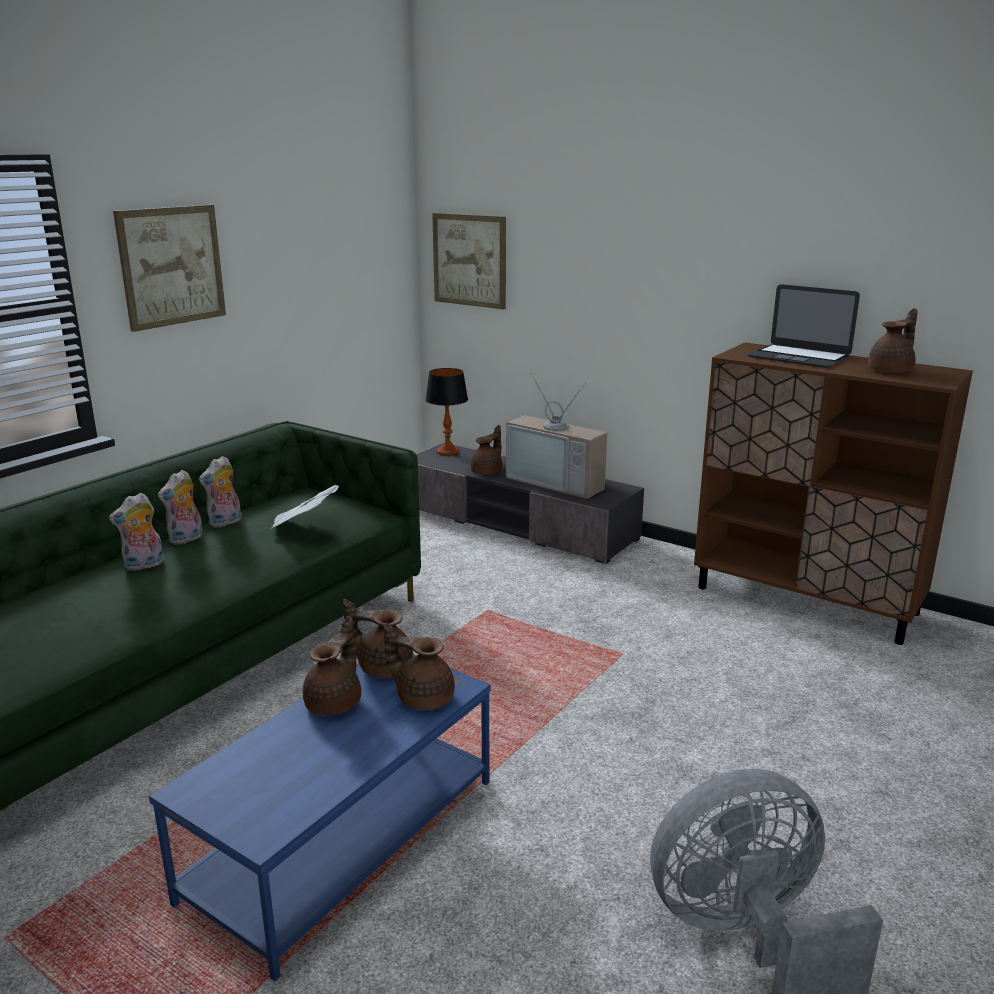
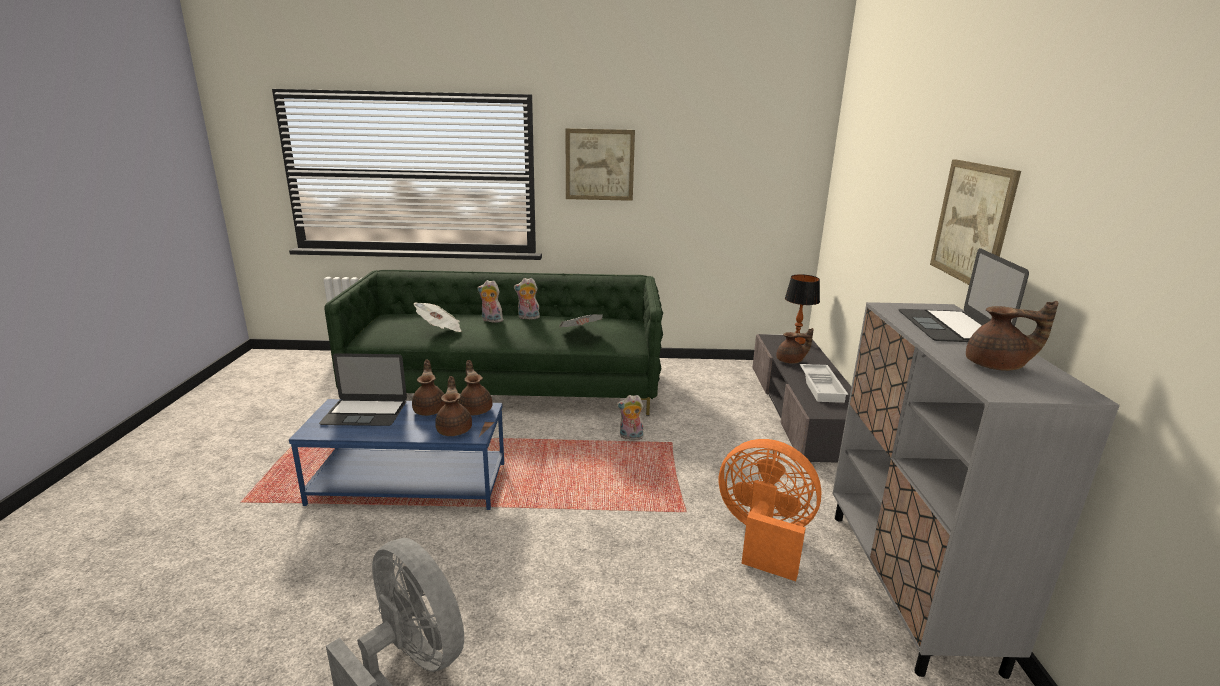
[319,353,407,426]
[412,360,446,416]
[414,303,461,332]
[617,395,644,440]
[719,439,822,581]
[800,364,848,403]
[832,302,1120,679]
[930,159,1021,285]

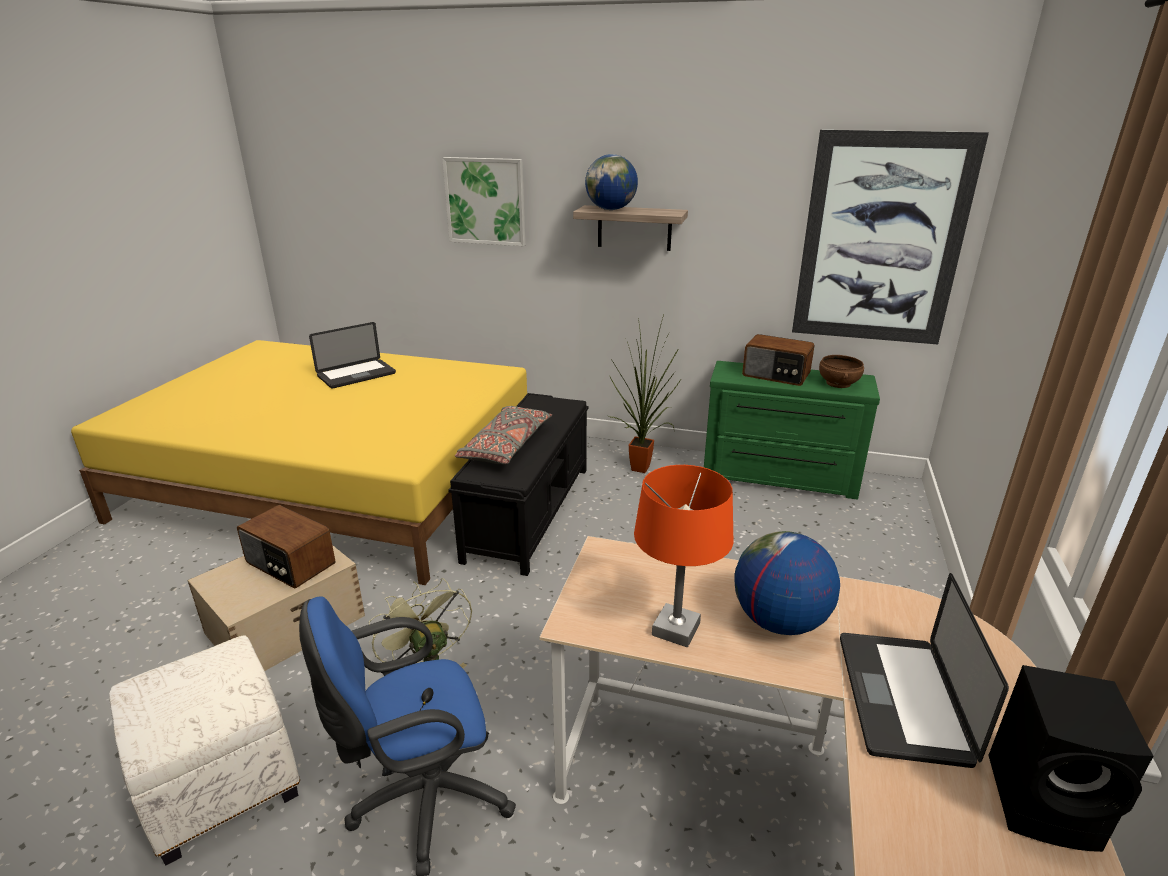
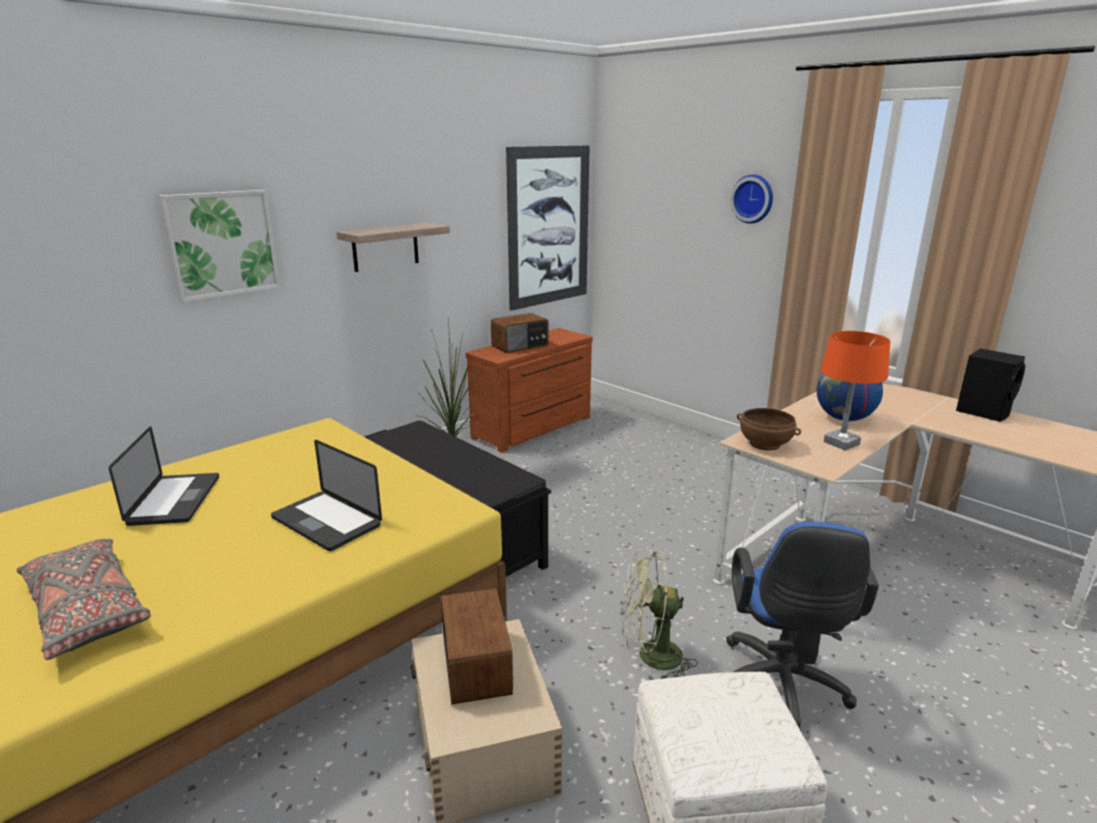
[16,539,151,660]
[271,440,382,551]
[441,589,513,705]
[466,328,593,453]
[730,174,773,224]
[737,408,801,451]
[585,154,638,210] (first image)

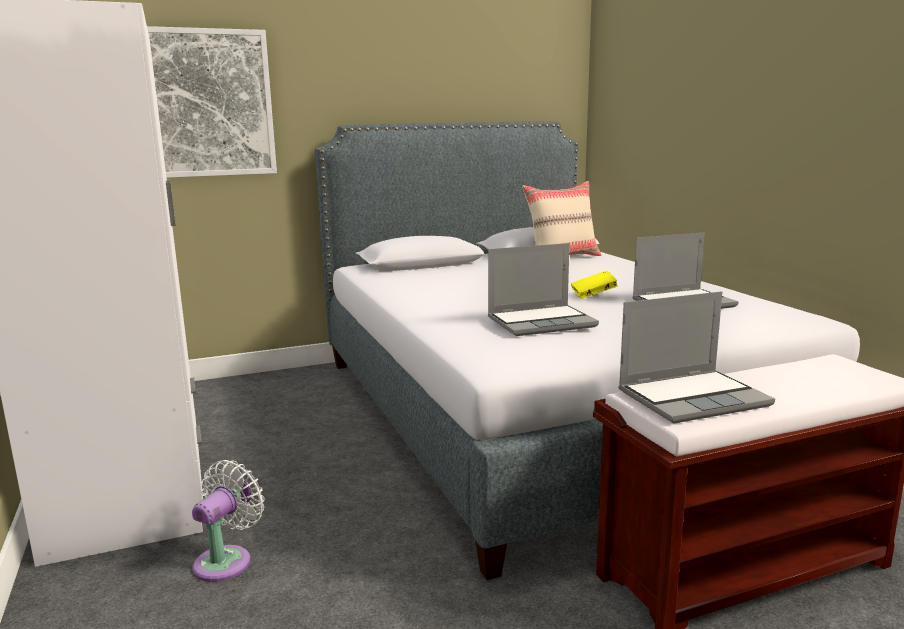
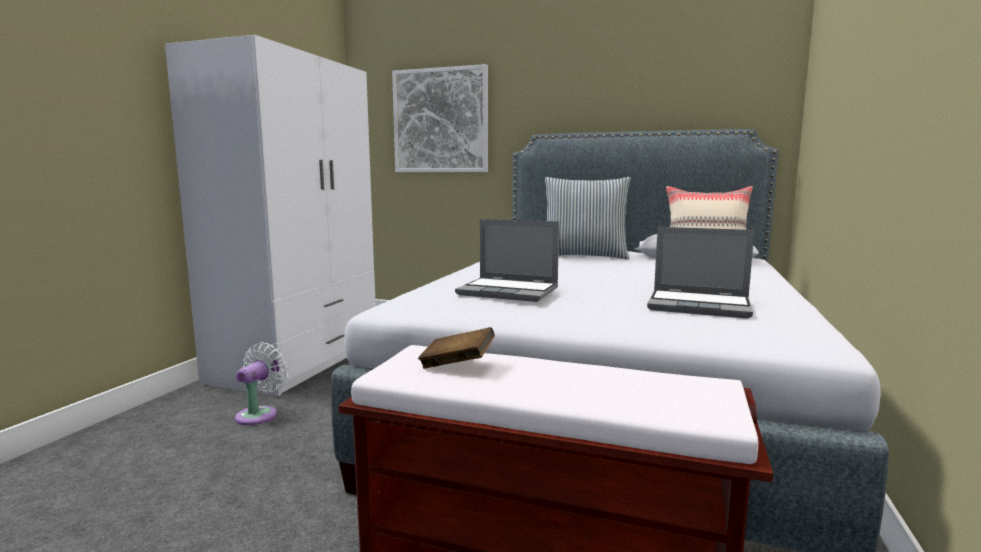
[235,342,288,425]
[418,327,495,369]
[545,177,631,260]
[571,271,618,299] (first image)

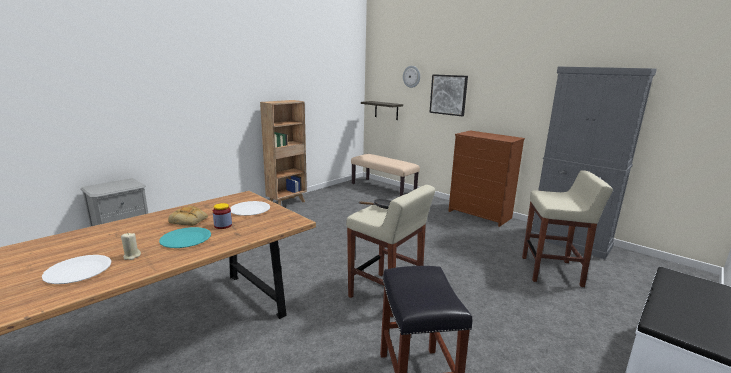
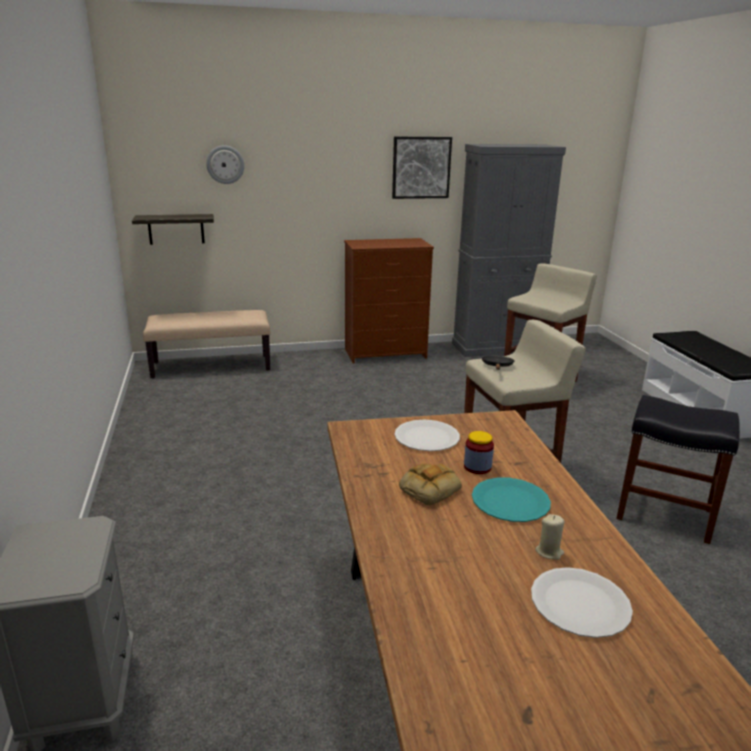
[392,137,452,199]
[260,100,307,206] (first image)

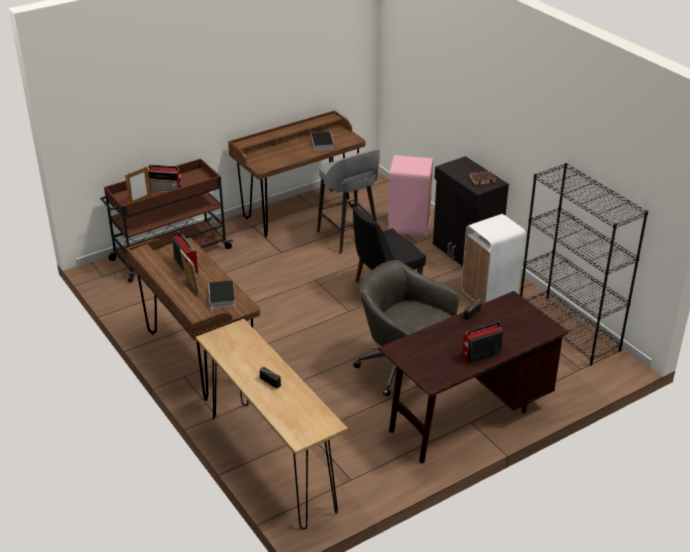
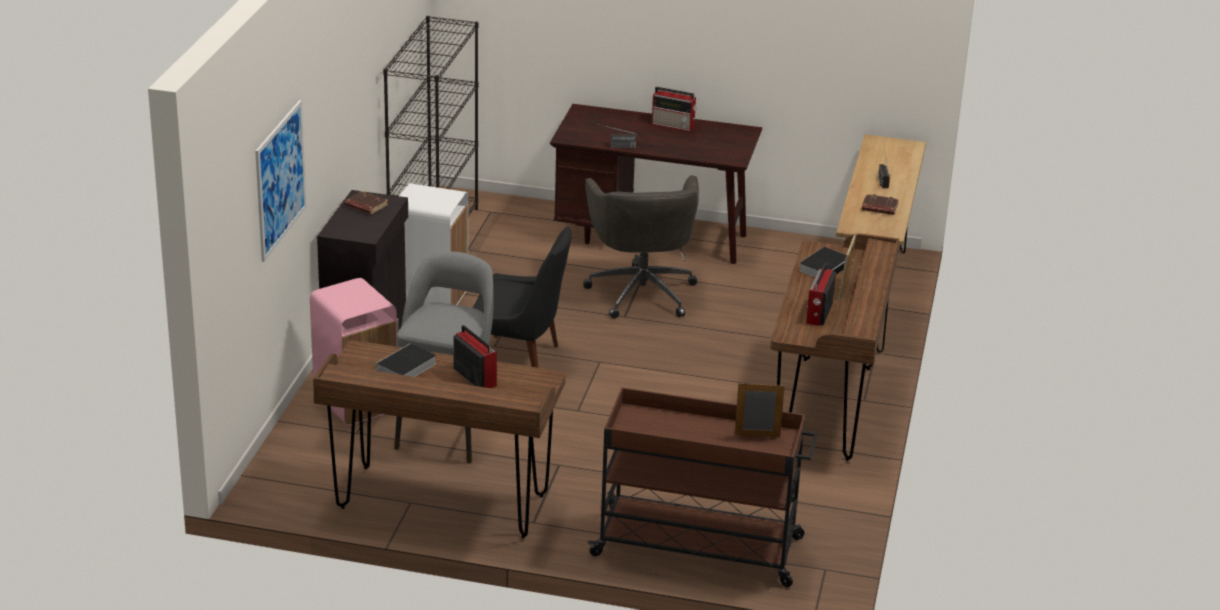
[255,100,307,262]
[453,325,497,388]
[862,194,899,215]

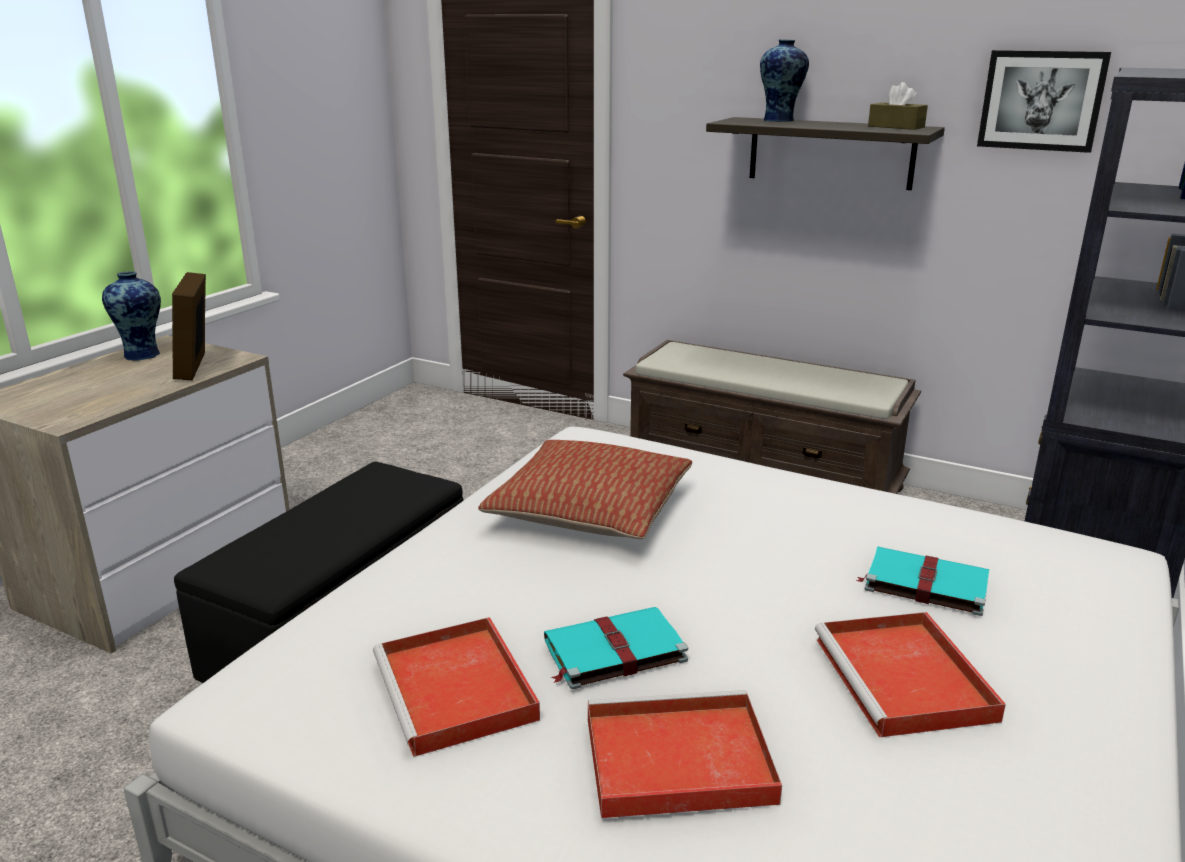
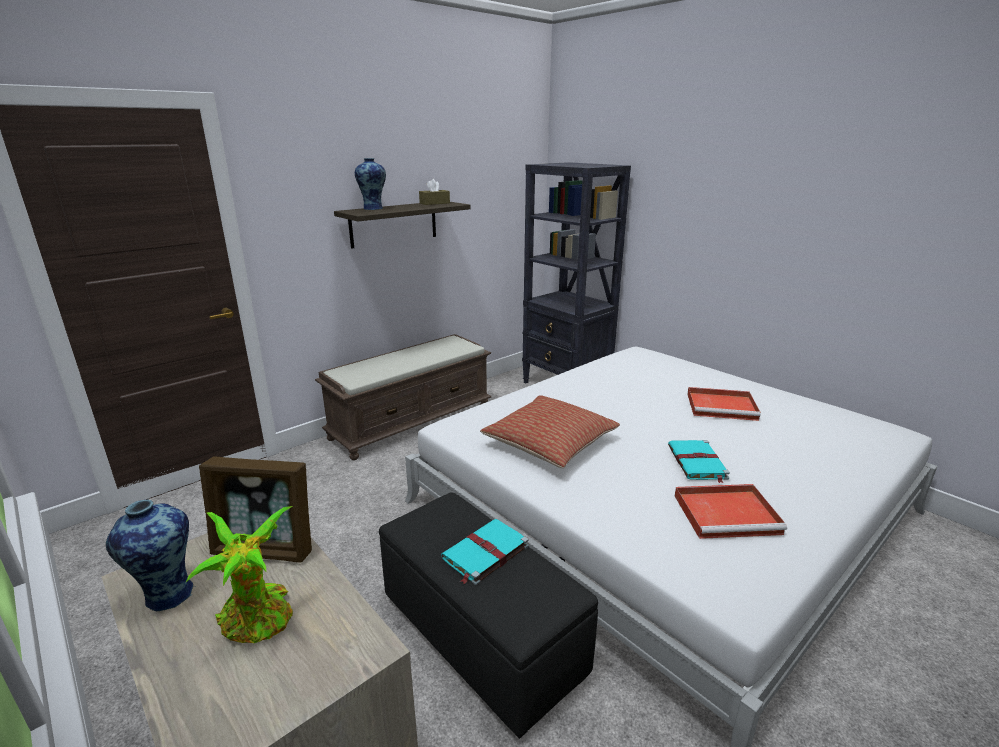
[186,506,293,643]
[441,519,529,585]
[588,690,782,818] (first image)
[977,50,1111,153] (first image)

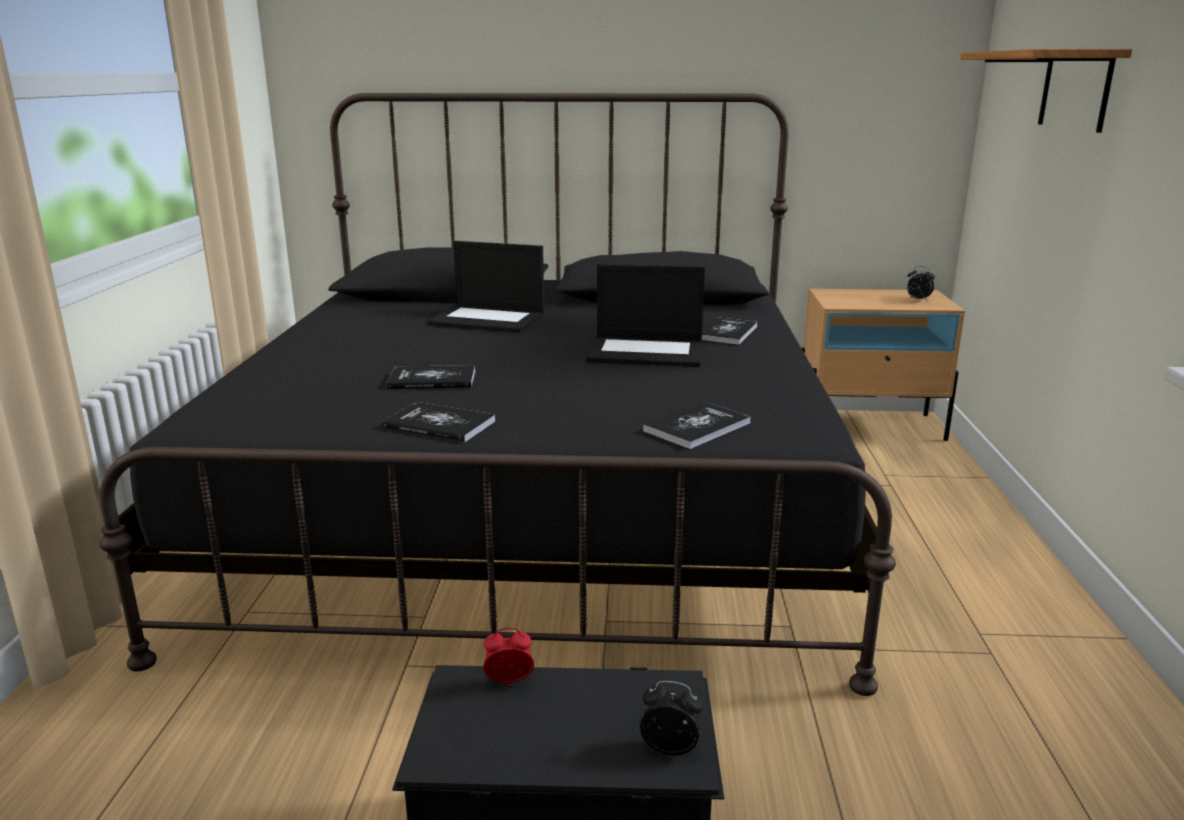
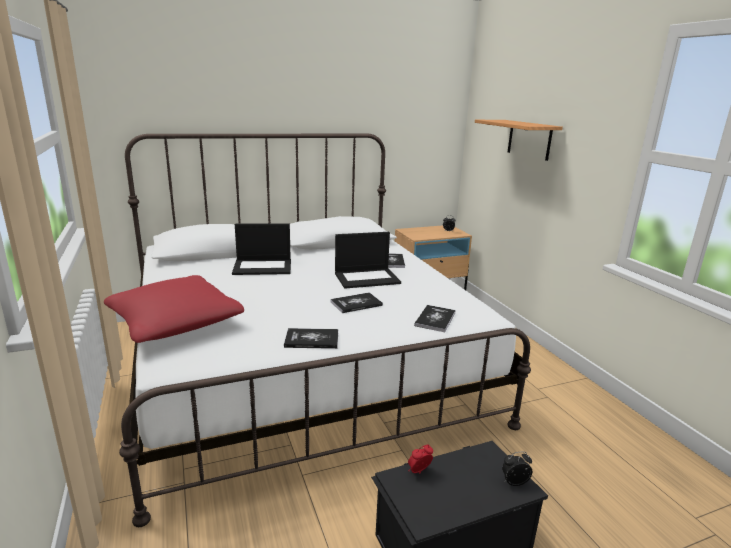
[104,275,244,343]
[119,134,531,527]
[331,292,383,313]

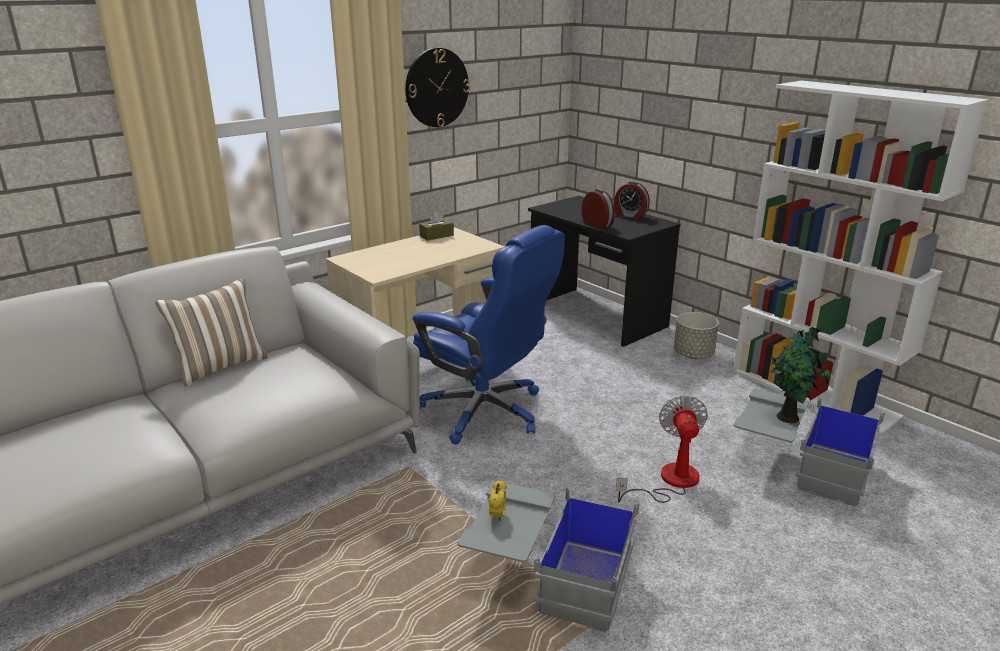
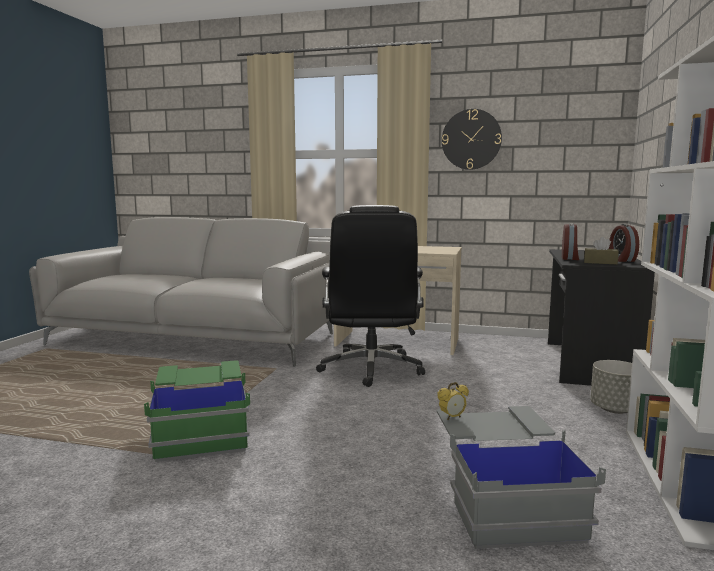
[144,360,250,462]
[316,205,425,387]
[437,382,469,420]
[584,237,619,264]
[155,277,268,386] (first image)
[616,395,708,503] (first image)
[770,327,832,423] (first image)

